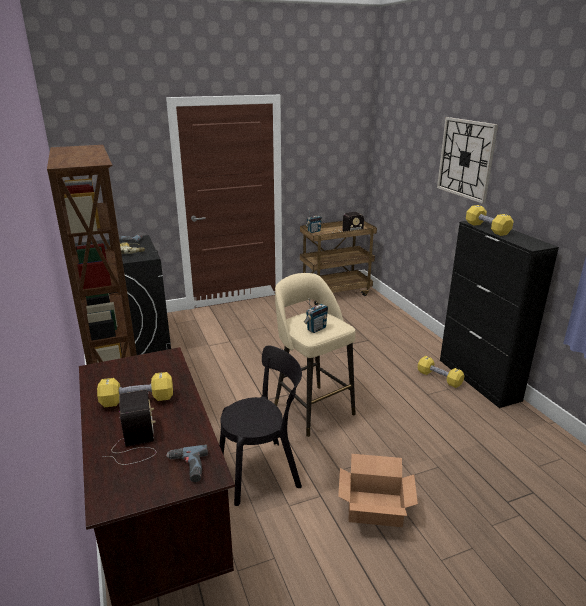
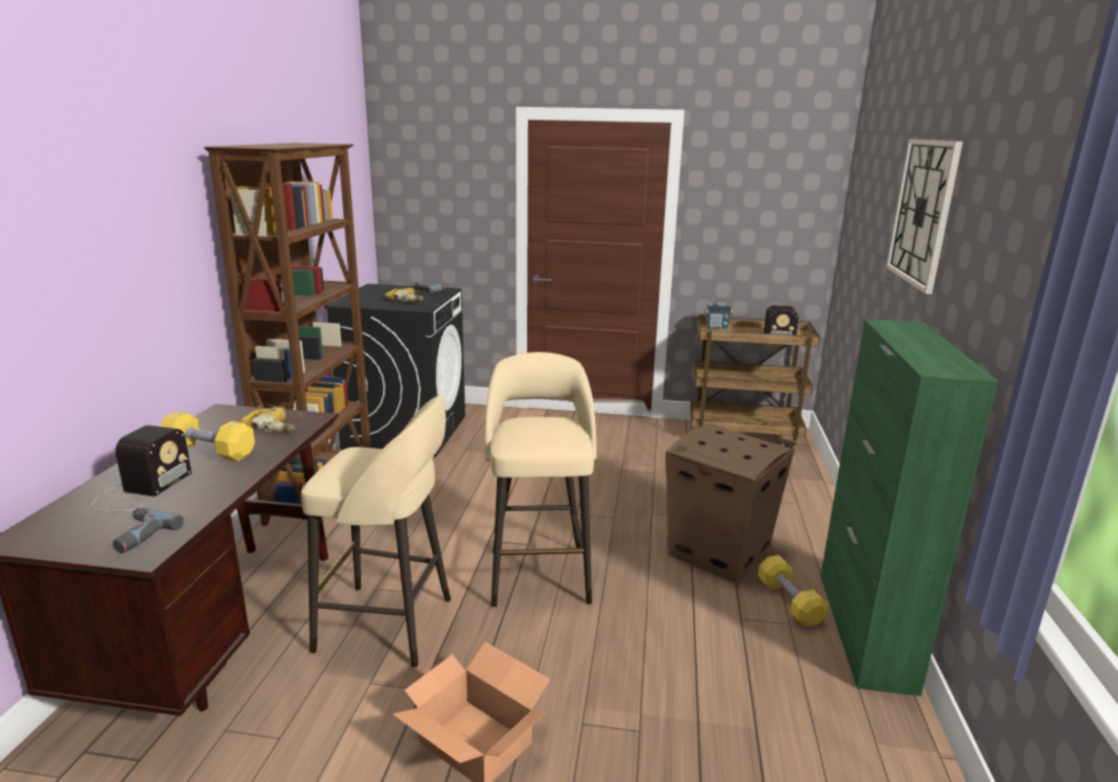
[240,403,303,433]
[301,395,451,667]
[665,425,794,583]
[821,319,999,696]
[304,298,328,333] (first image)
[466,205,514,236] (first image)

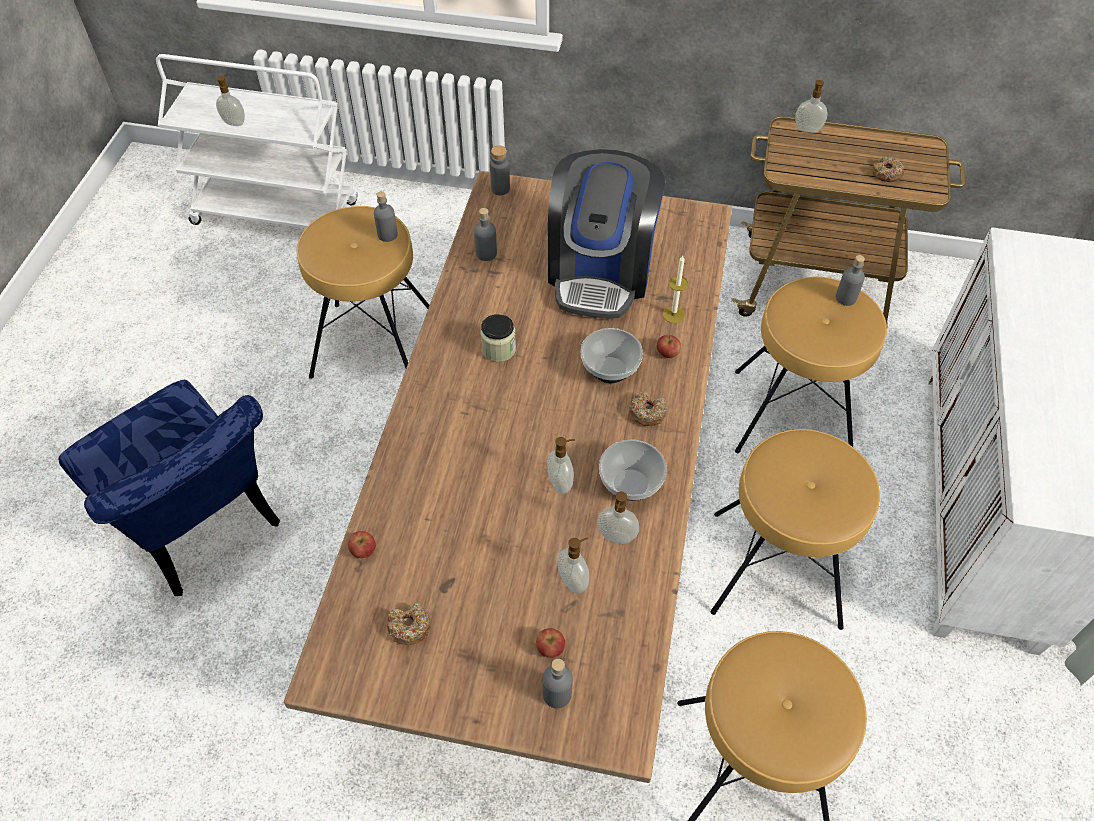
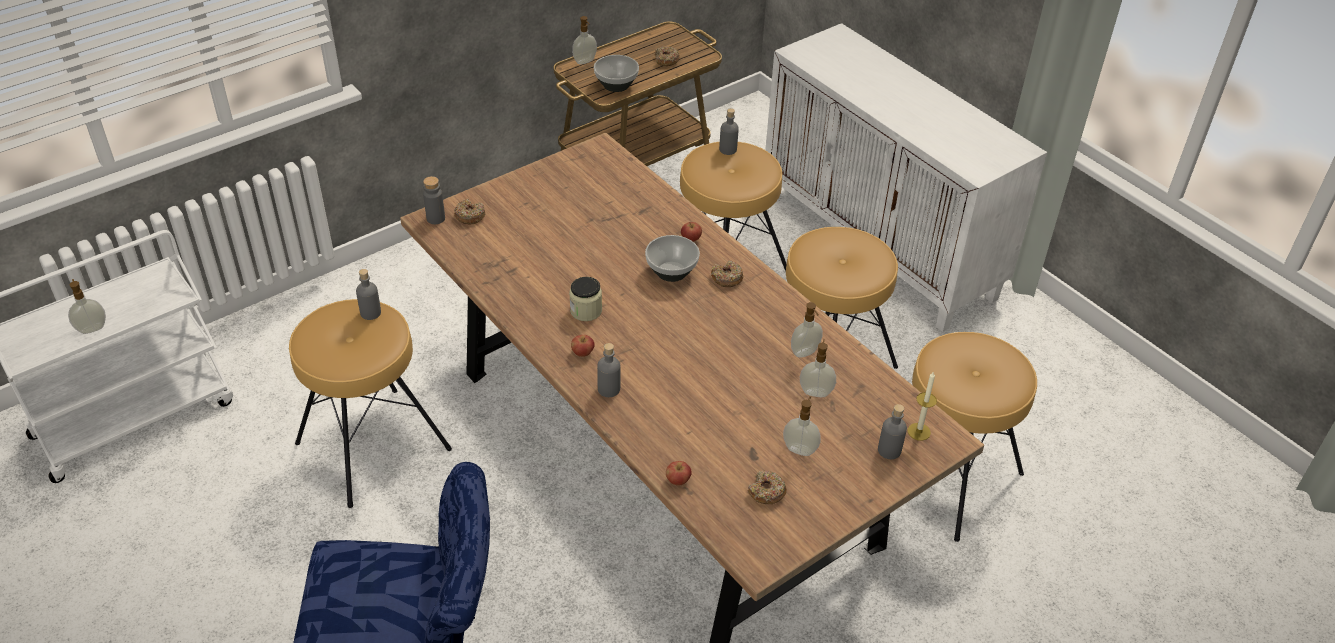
[454,199,485,225]
[571,335,595,357]
[594,55,639,92]
[597,343,621,397]
[783,396,821,456]
[907,371,937,441]
[548,149,665,319] (first image)

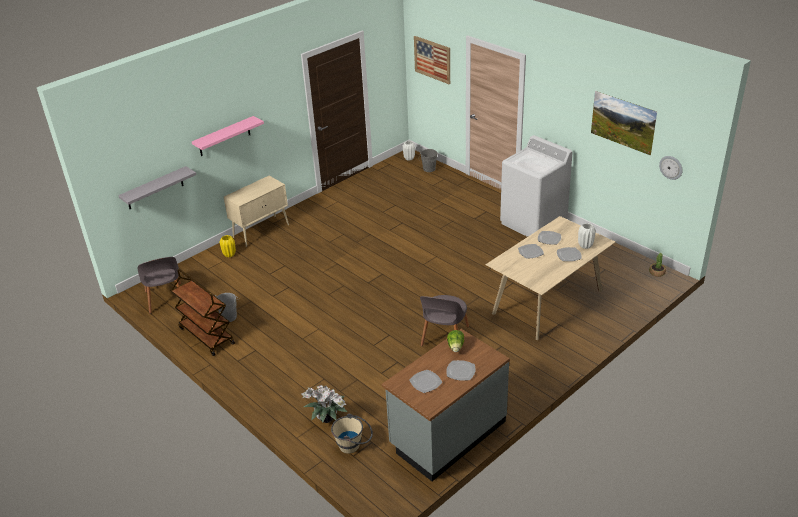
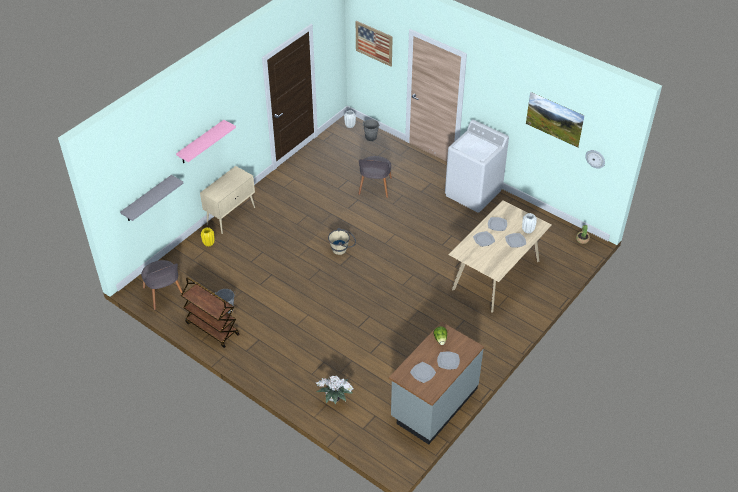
[328,228,356,255]
[358,156,392,198]

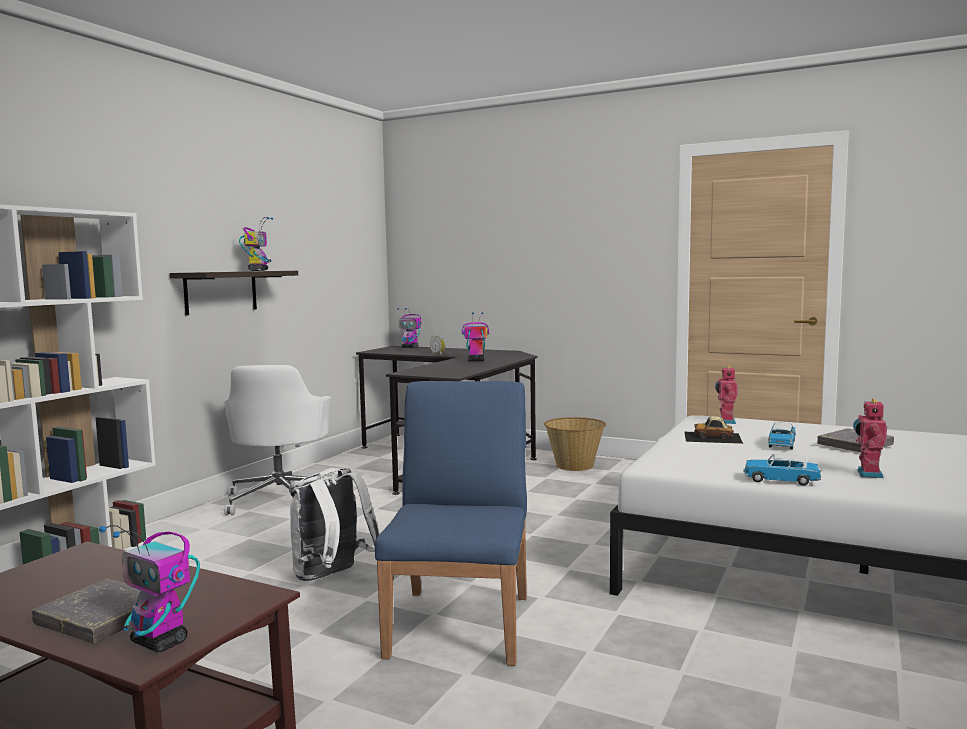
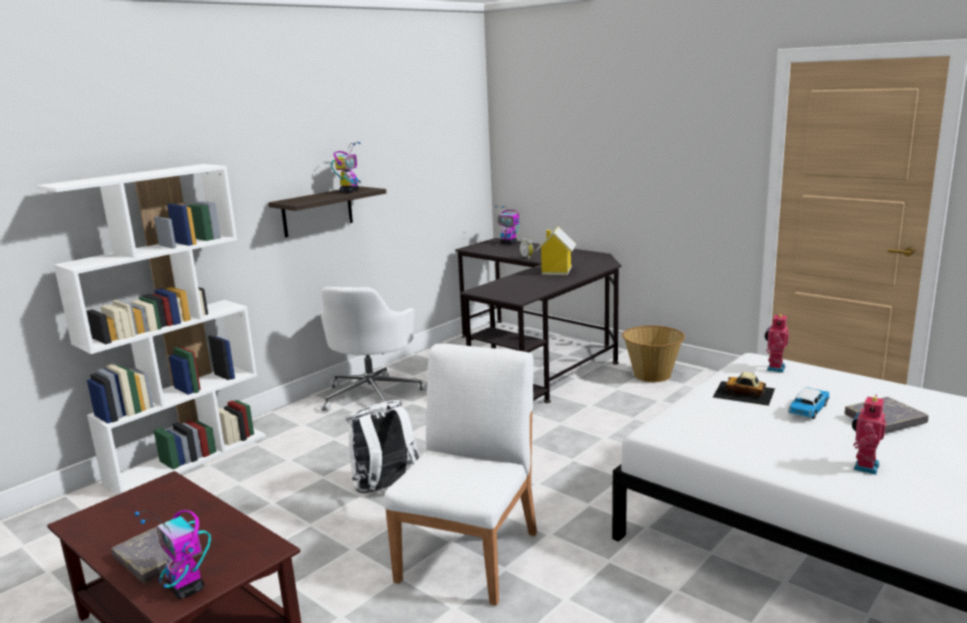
[384,344,537,606]
[536,227,576,275]
[744,454,821,486] (first image)

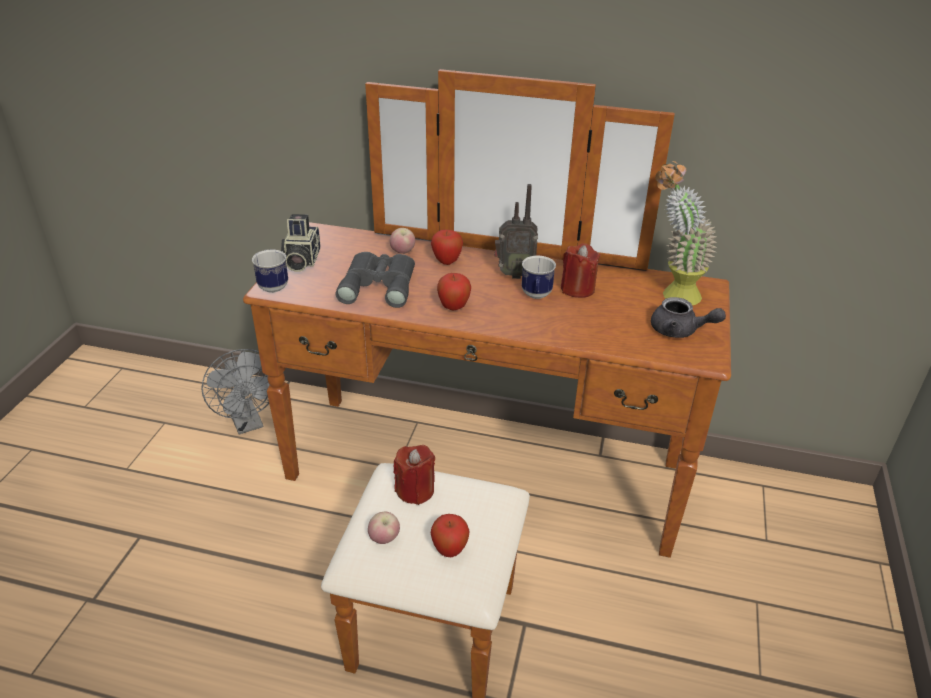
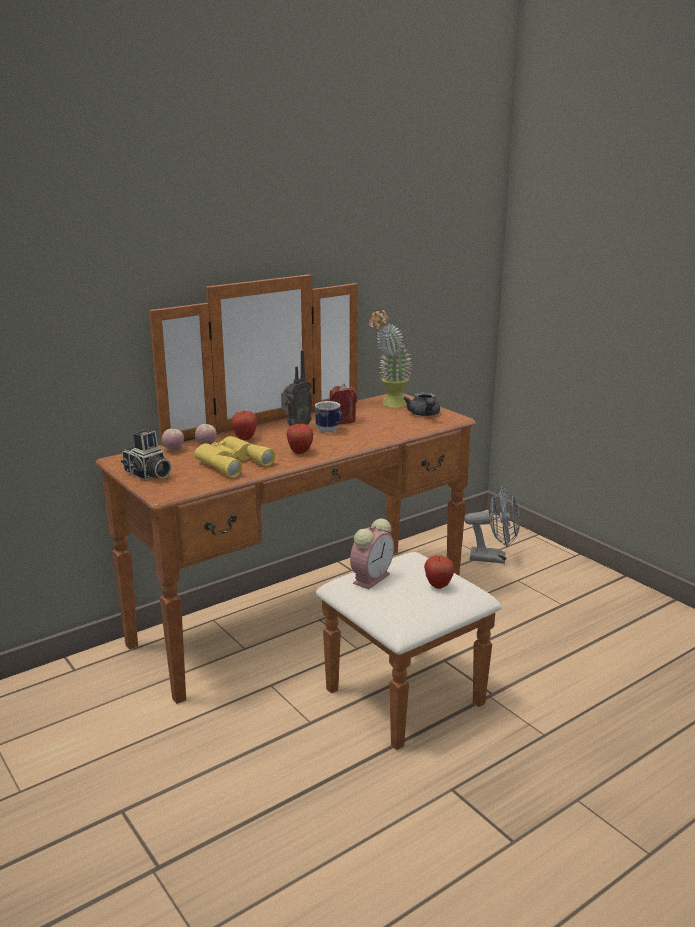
[162,428,184,450]
[194,436,275,478]
[350,519,394,589]
[403,392,440,416]
[464,486,520,564]
[252,249,288,293] (first image)

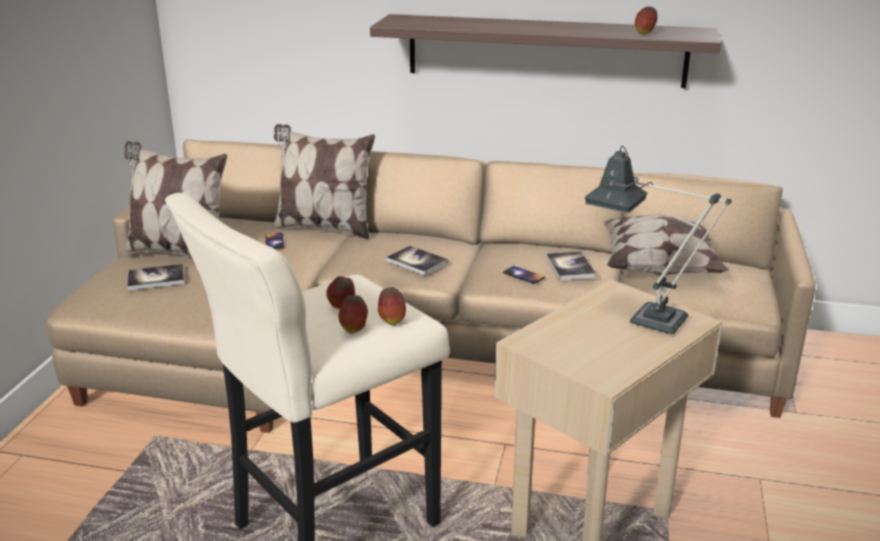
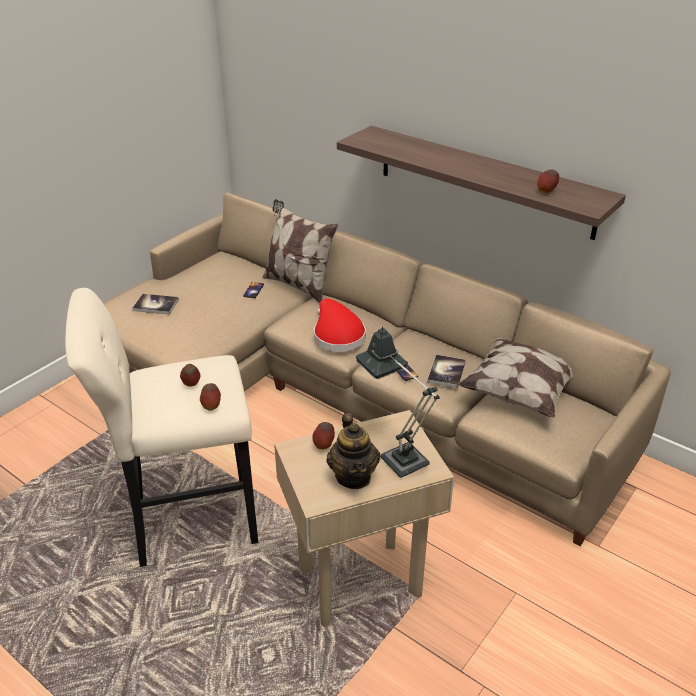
[312,422,335,450]
[314,299,366,352]
[326,413,380,489]
[123,141,227,257] (first image)

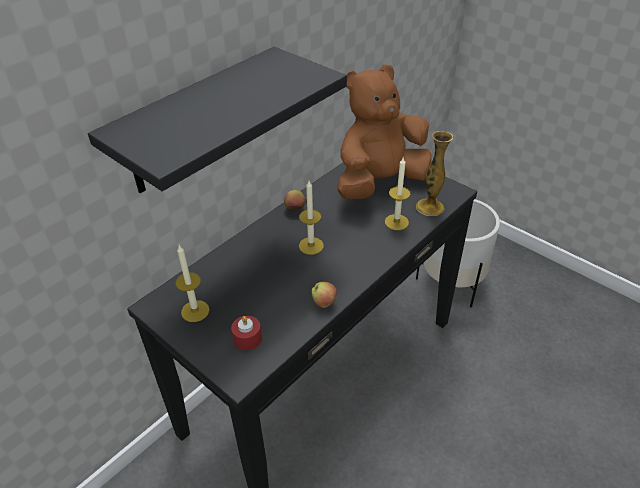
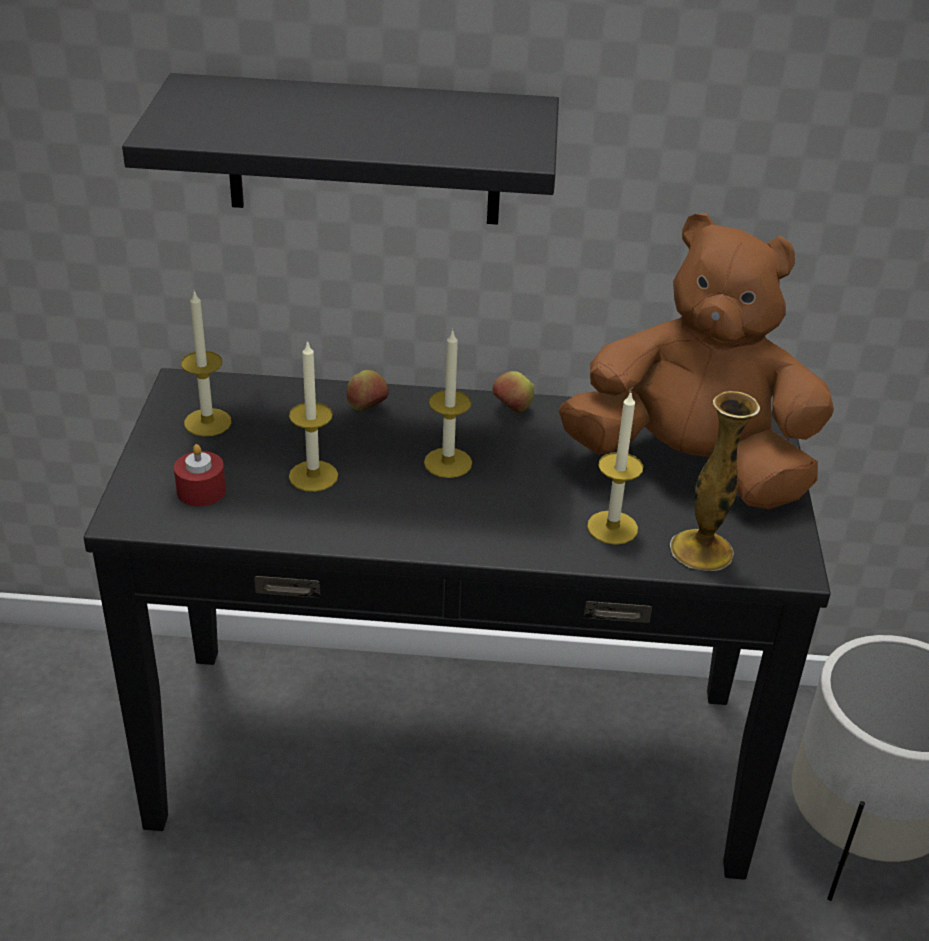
[289,340,338,492]
[347,370,389,411]

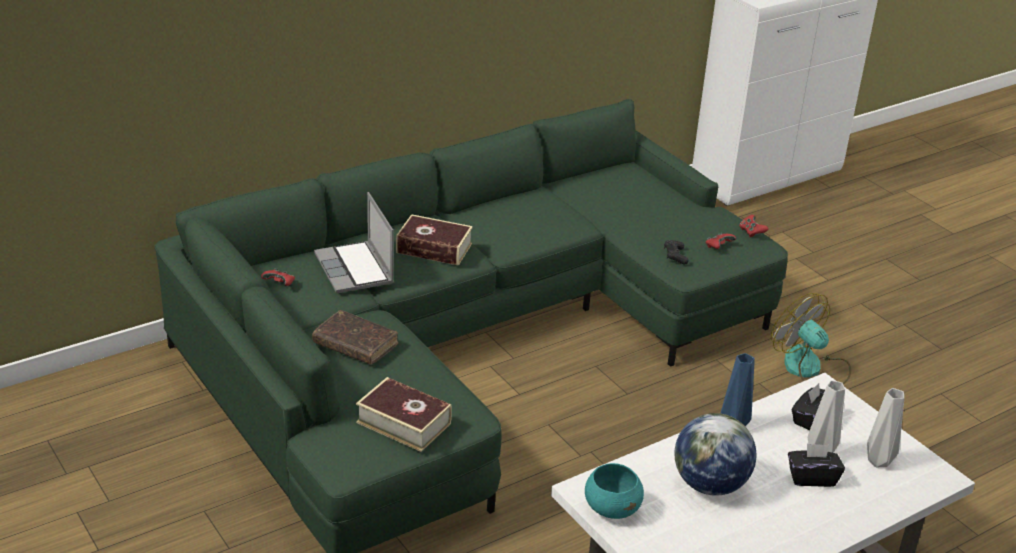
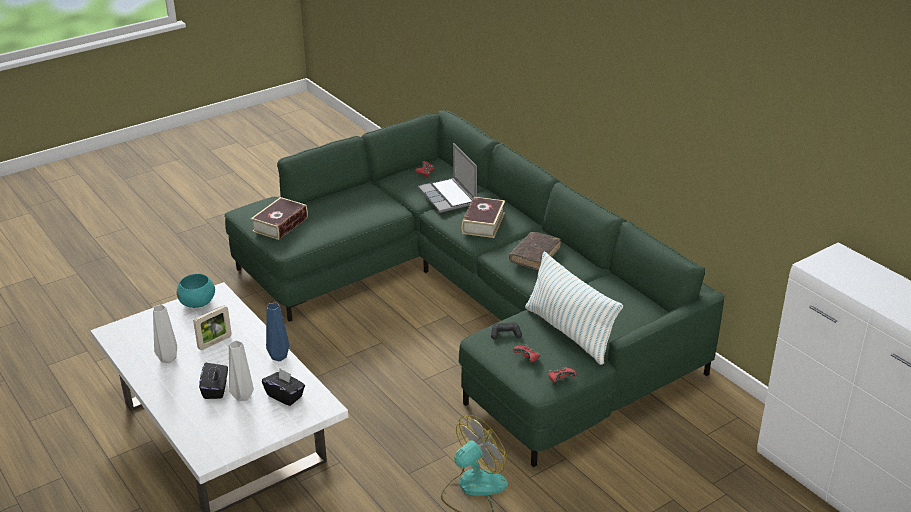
[153,304,177,363]
[193,305,232,350]
[418,143,477,213]
[509,232,561,271]
[525,251,623,365]

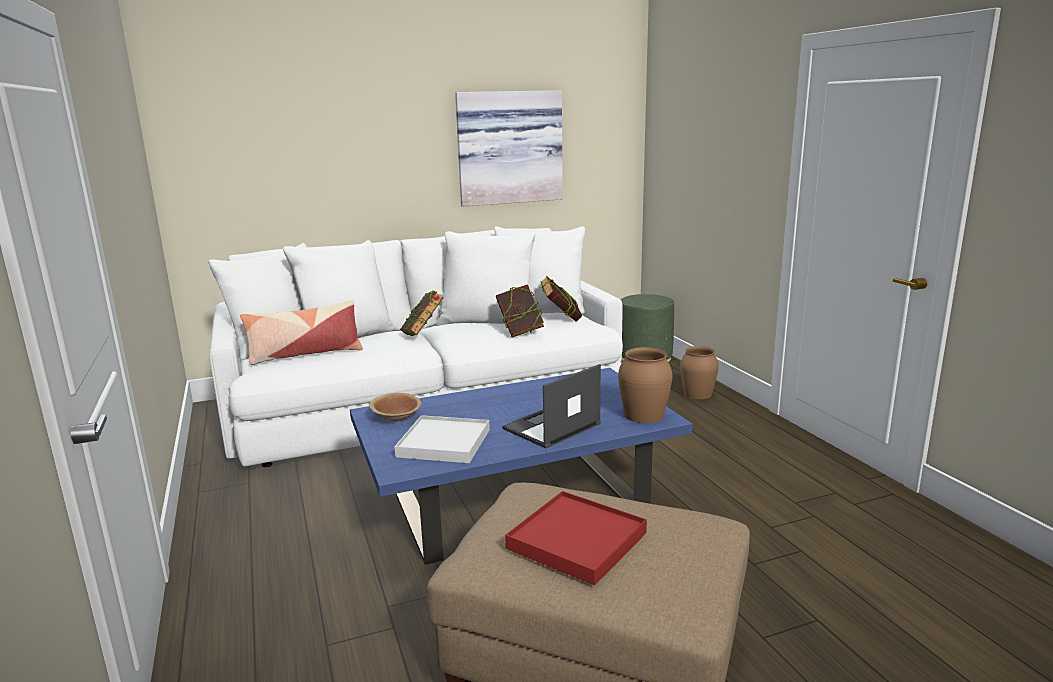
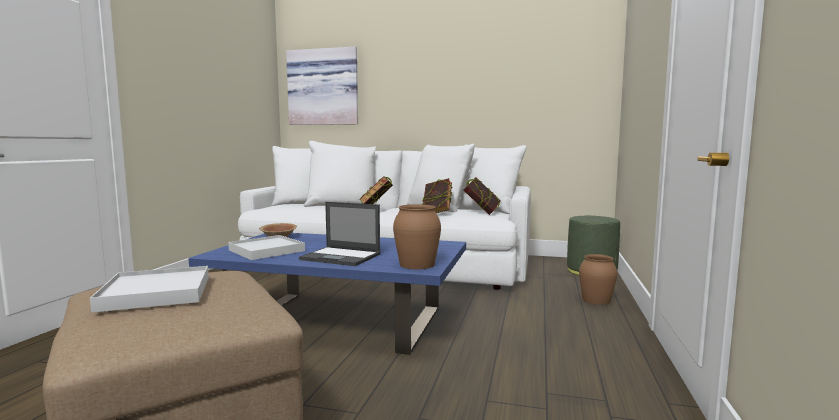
[90,266,209,313]
[286,47,358,125]
[299,202,381,266]
[240,300,363,365] (first image)

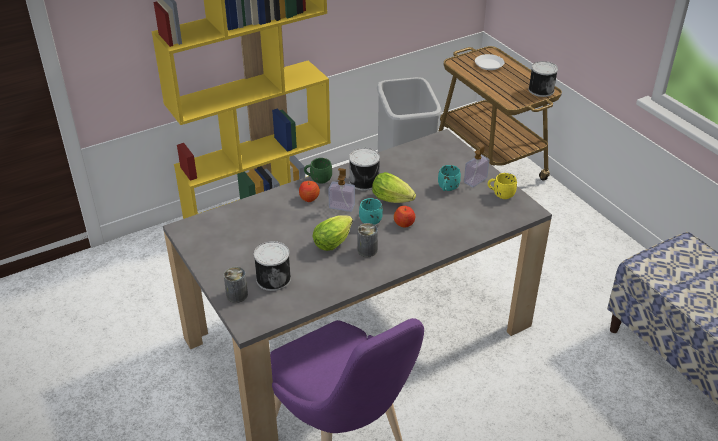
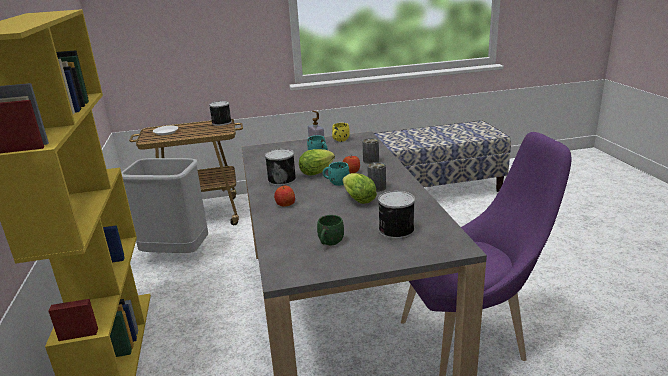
[317,215,344,245]
[362,138,379,164]
[328,168,355,212] (first image)

